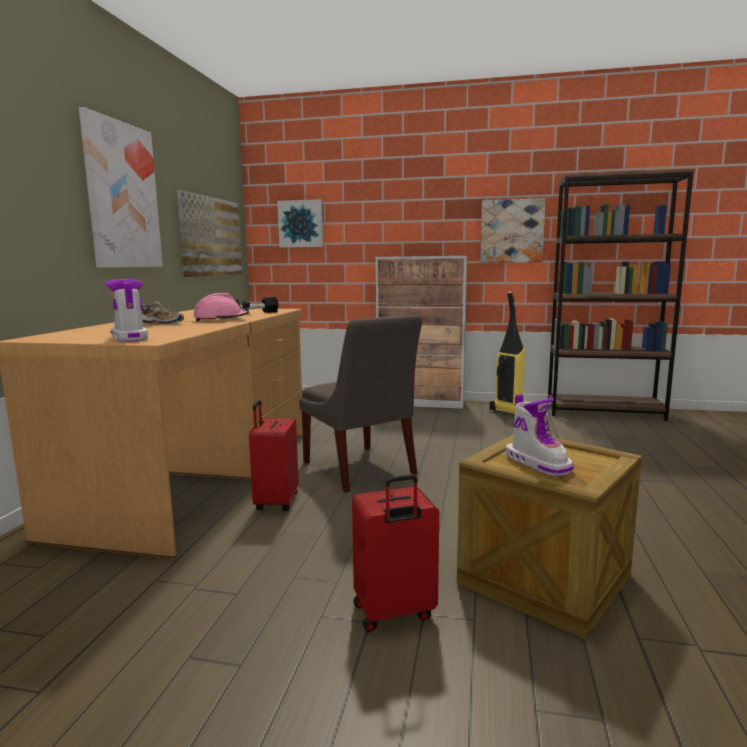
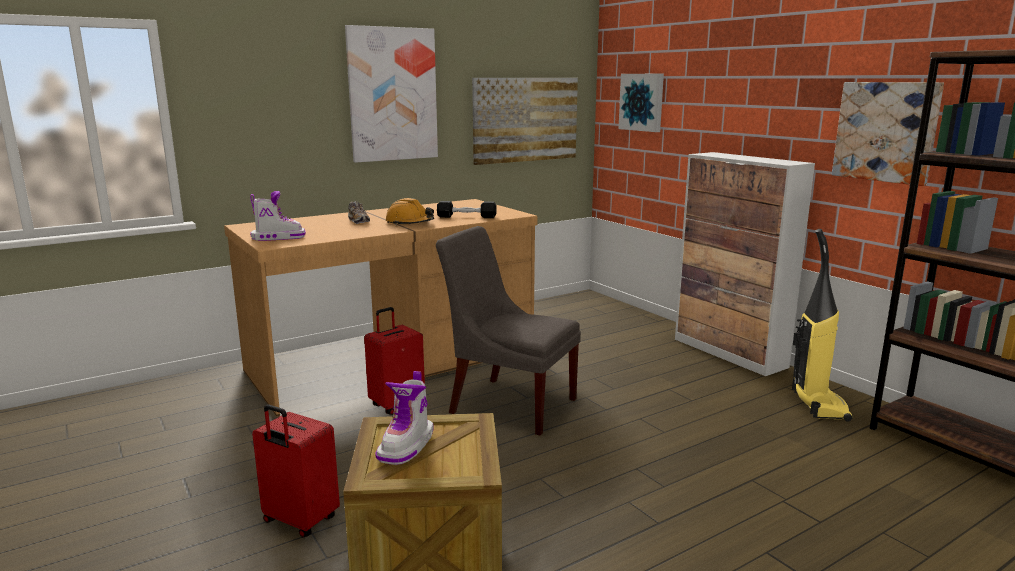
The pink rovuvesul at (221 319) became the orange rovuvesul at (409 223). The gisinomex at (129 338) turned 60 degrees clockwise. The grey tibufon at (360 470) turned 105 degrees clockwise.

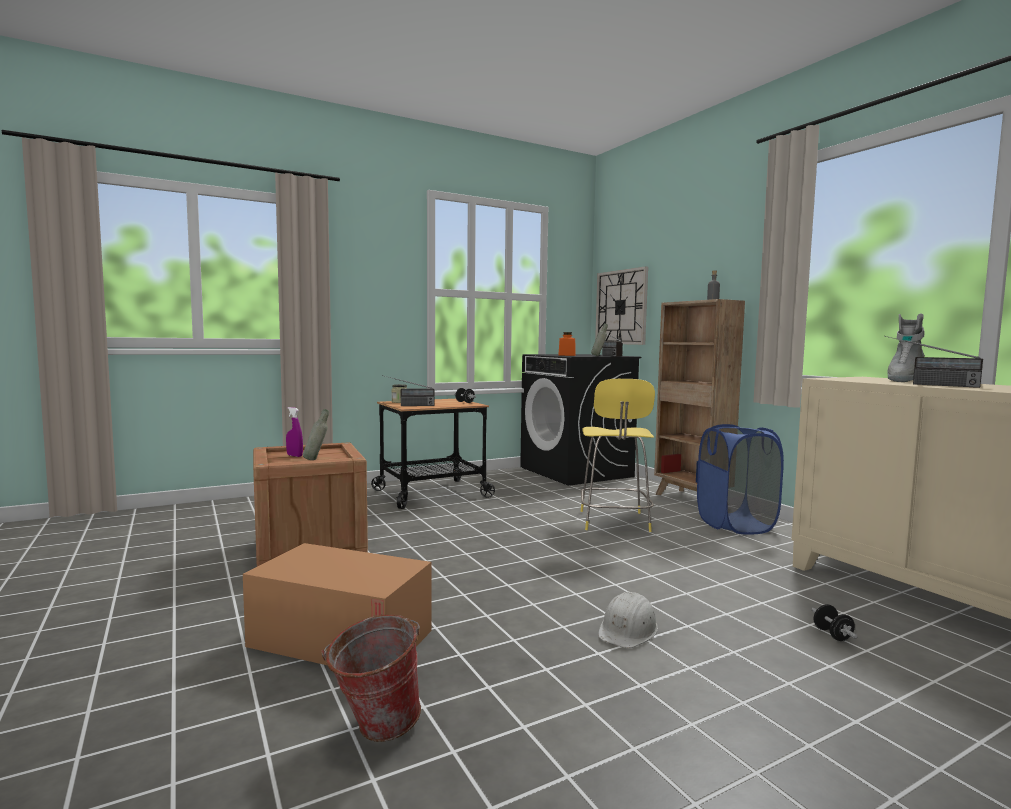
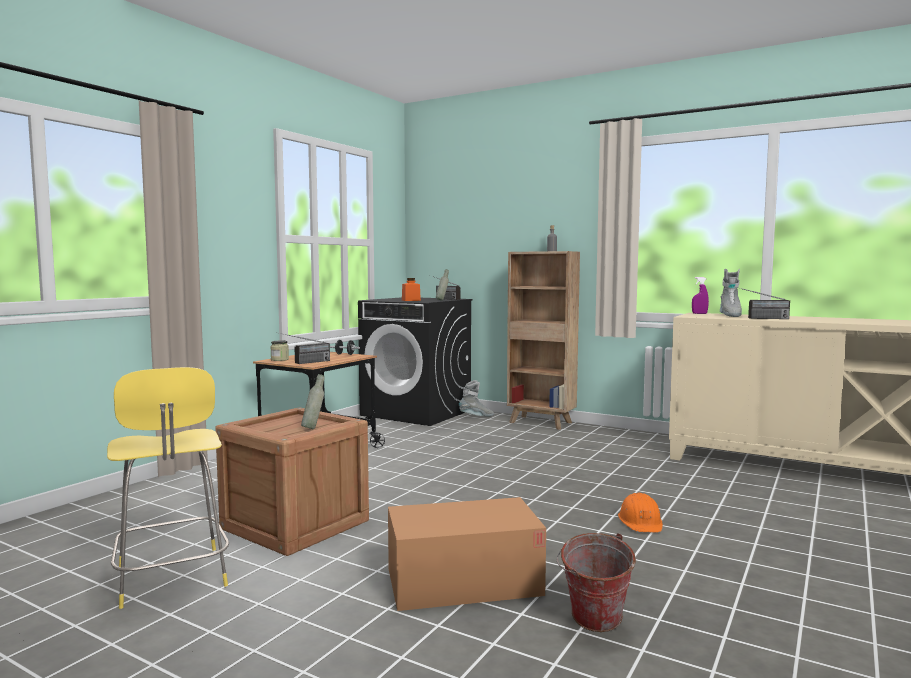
The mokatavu at (621 307) disappeared. The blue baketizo at (735 524) disappeared. The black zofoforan at (832 635) disappeared. The grey gisinomex at (476 417) appeared. The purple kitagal moved from (294 456) to (699 313). The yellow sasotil moved from (614 522) to (172 578). The white rovuvesul at (628 630) became the orange rovuvesul at (641 522).

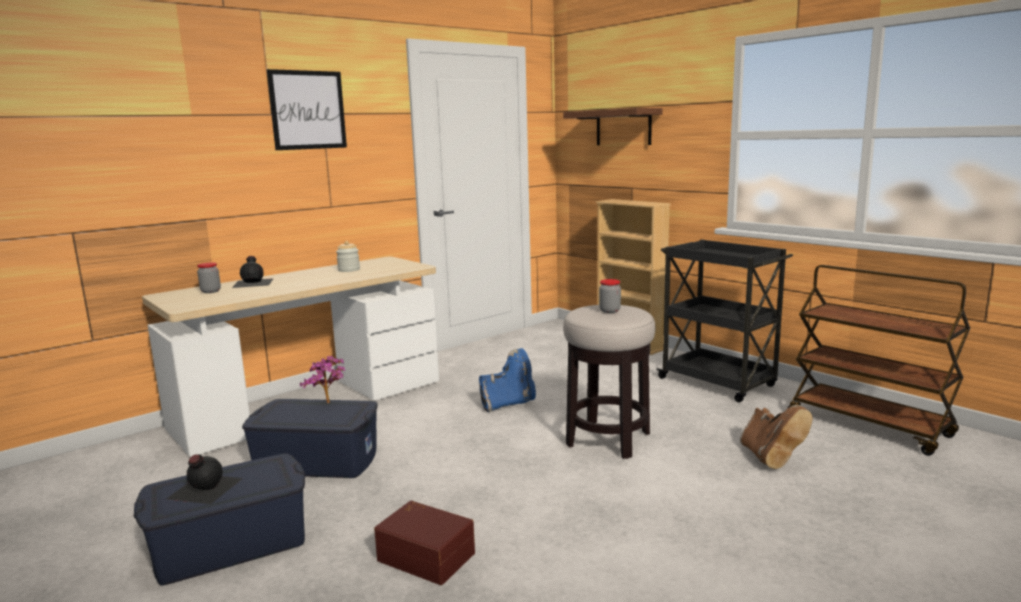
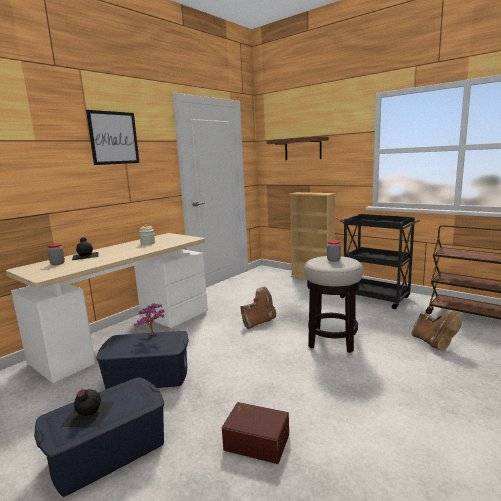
The blue gisinomex at (509 403) became the brown gisinomex at (259 322).

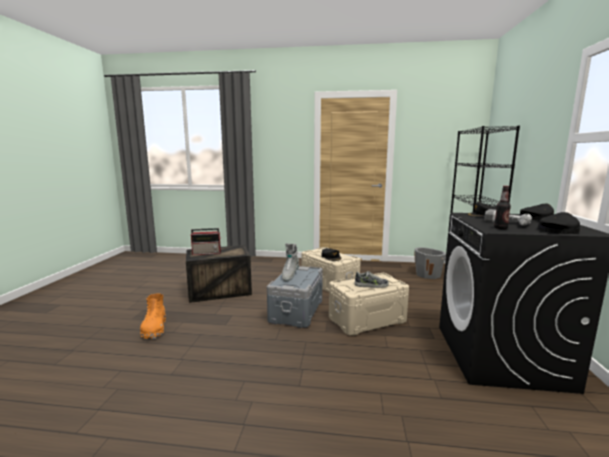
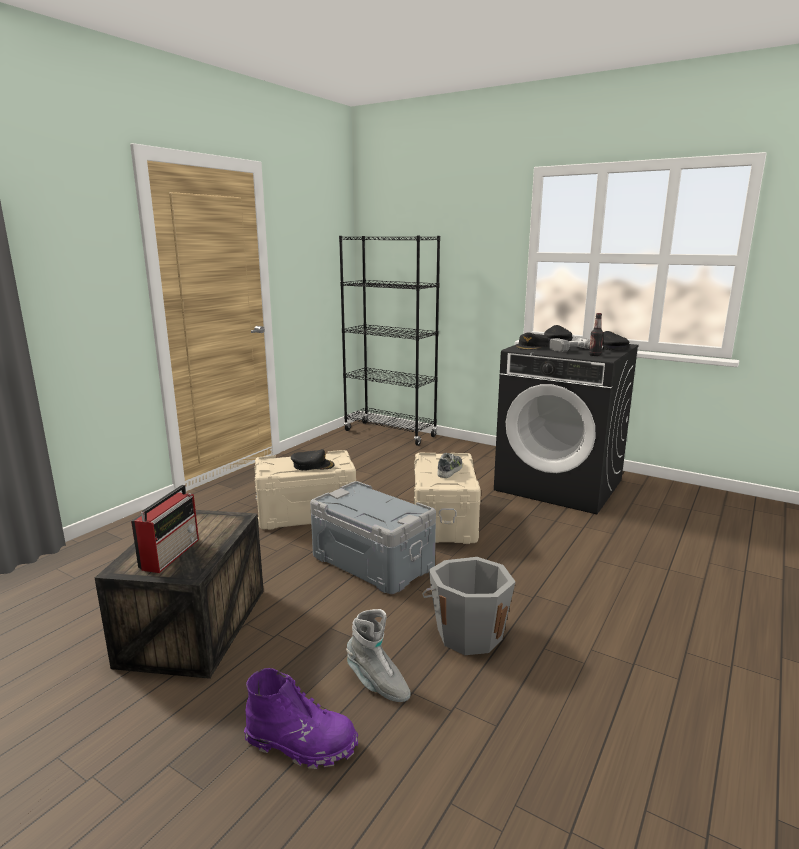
The grey gisinomex moved from (289 276) to (377 684). The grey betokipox moved from (428 274) to (469 633). The orange gisinomex at (154 329) became the purple gisinomex at (301 744).

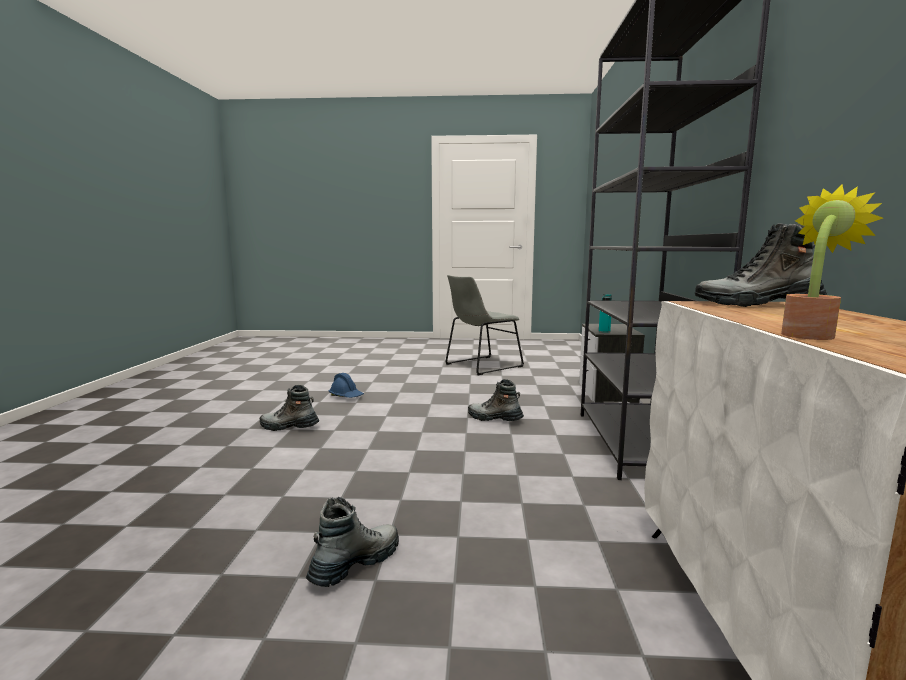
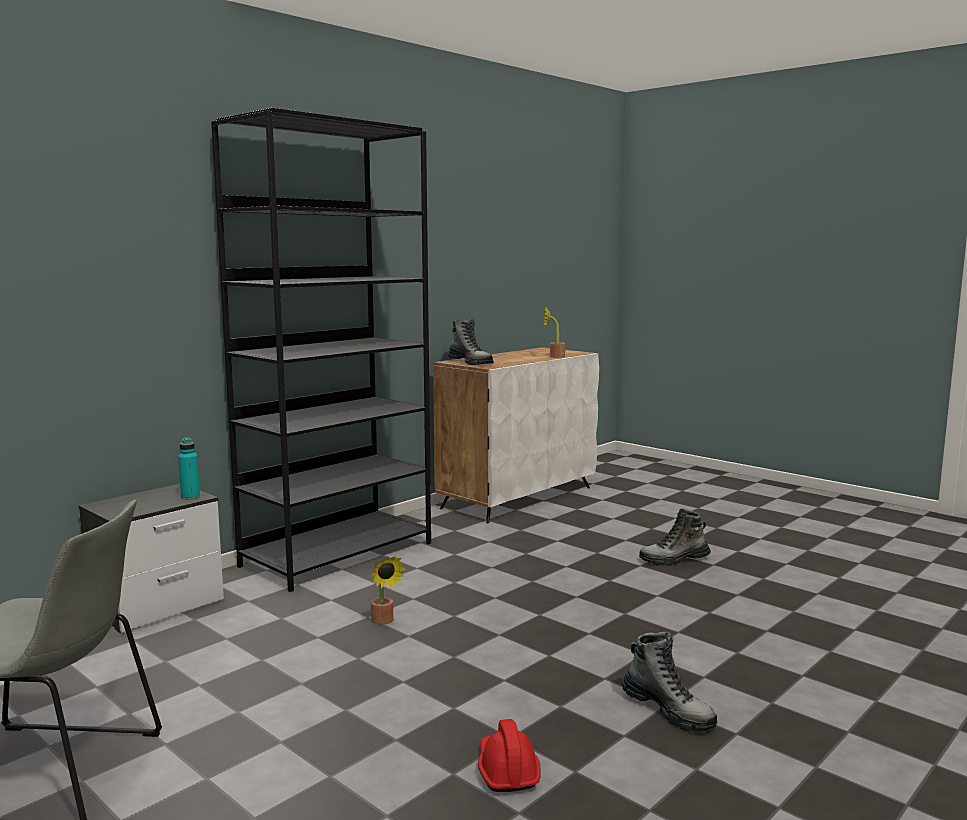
The gisinomex at (494 418) was replaced by the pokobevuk at (384 622). The blue rovuvesul at (346 396) became the red rovuvesul at (507 770).

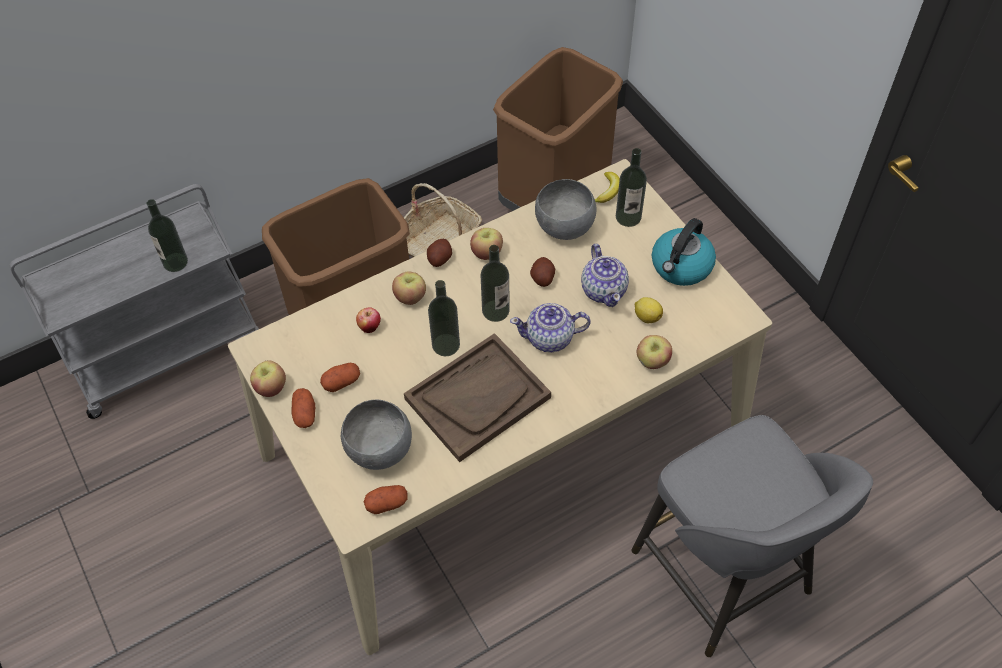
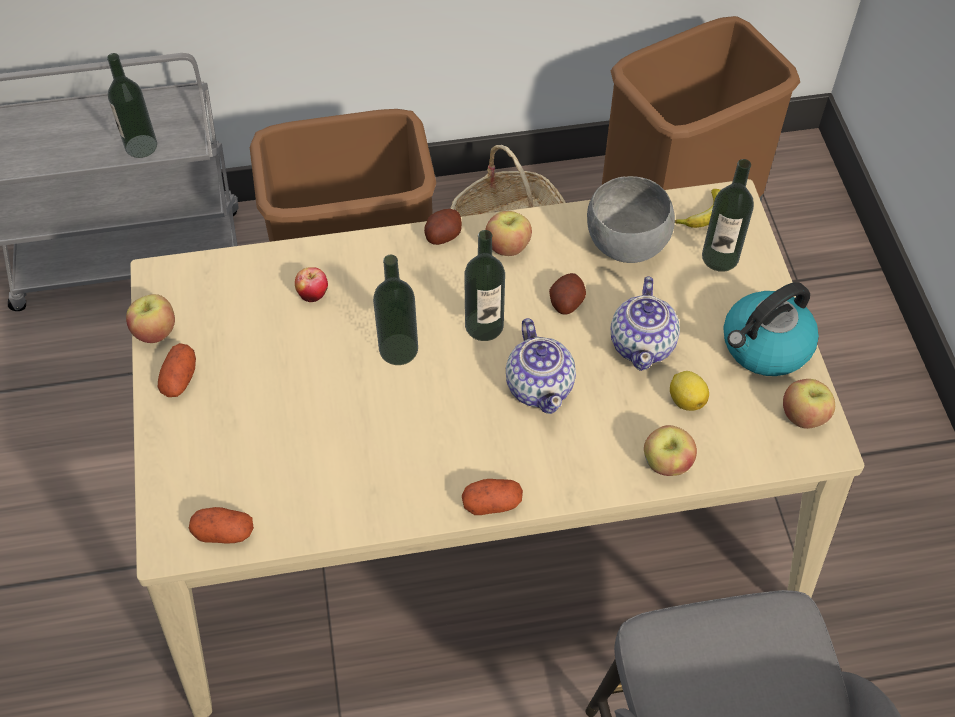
The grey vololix at (379 451) disappeared. The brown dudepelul at (477 398) disappeared. The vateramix moved from (341 382) to (492 503). The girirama moved from (410 297) to (803 415). The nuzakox at (550 338) turned 120 degrees counterclockwise.

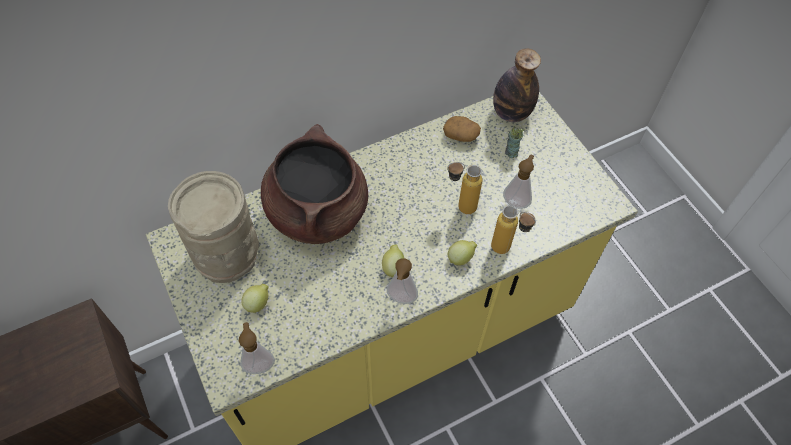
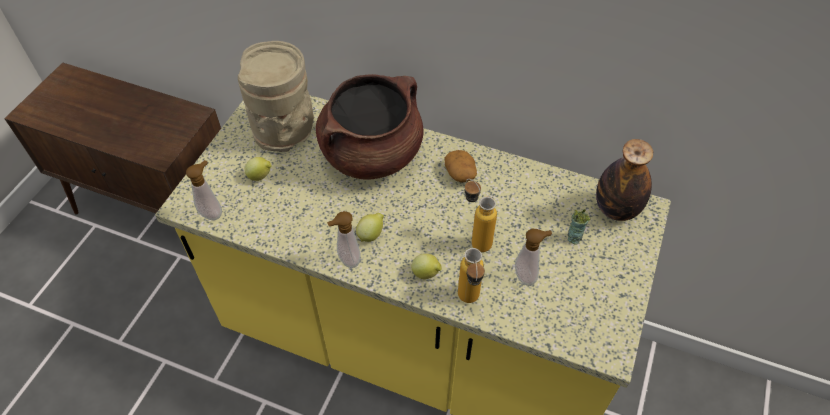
The vateramix moved from (461 135) to (460 173).

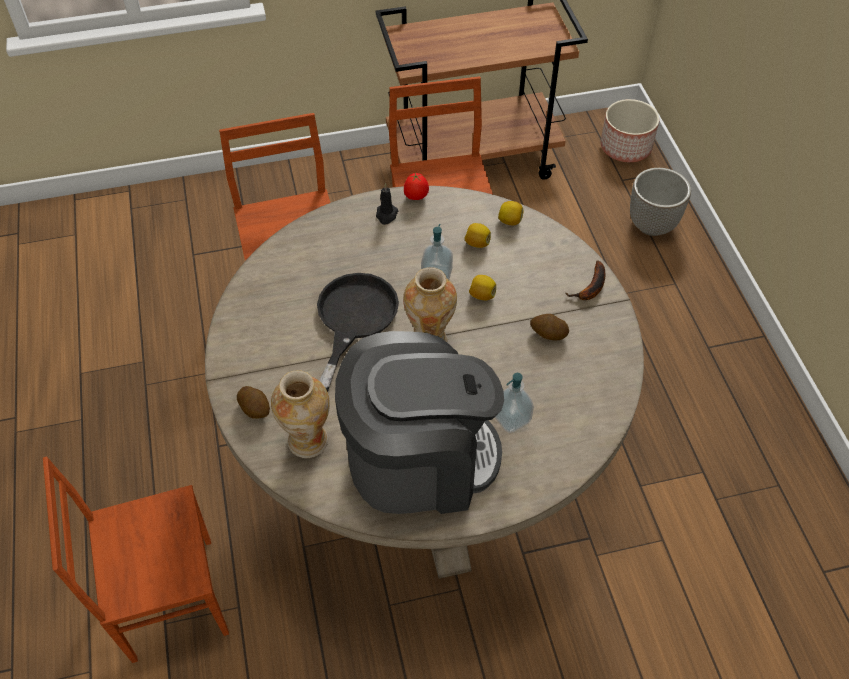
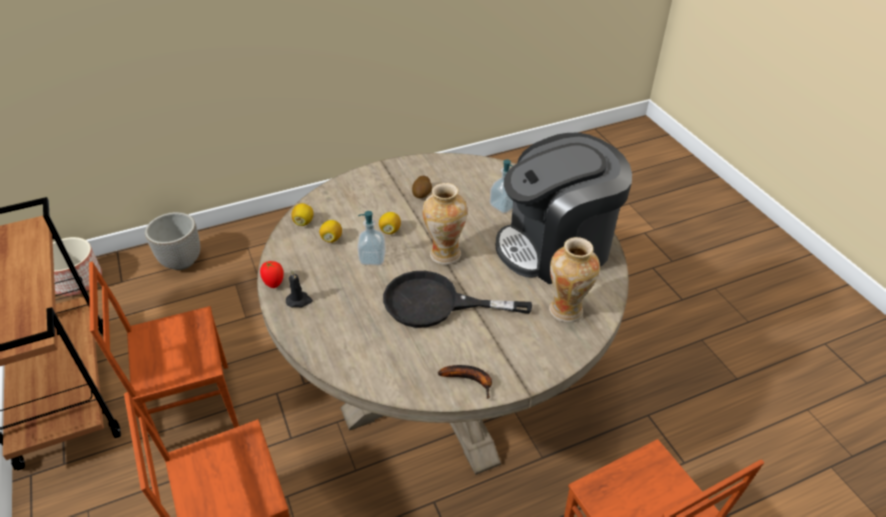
The vateramix at (255 409) disappeared. The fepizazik moved from (591 288) to (470 380). The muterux at (419 459) turned 90 degrees counterclockwise.

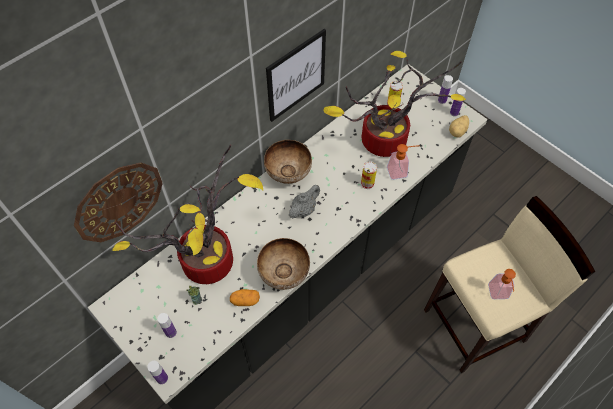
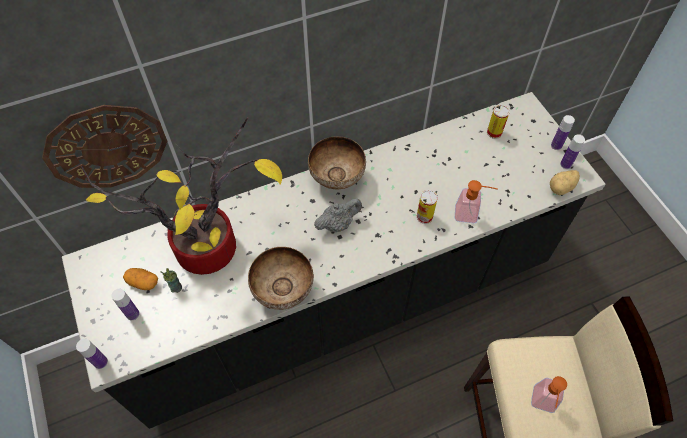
The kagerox at (296 75) disappeared. The pokobevuk at (382 143) disappeared. The vateramix moved from (245 300) to (143 282).

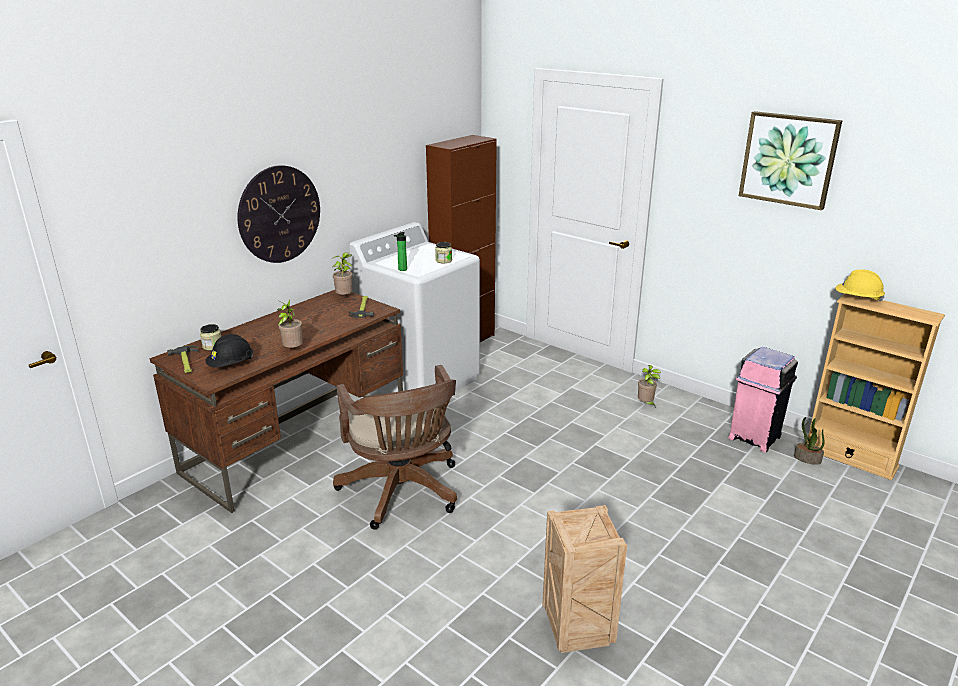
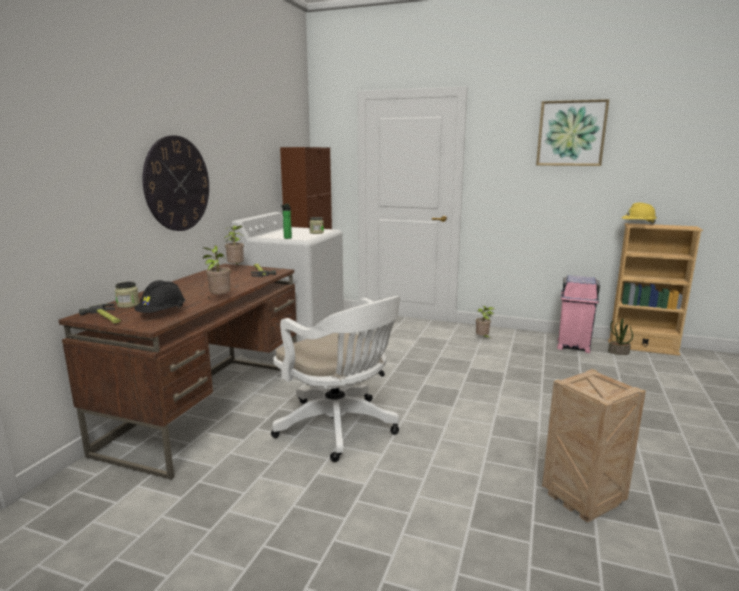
The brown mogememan at (402 493) became the white mogememan at (340 428).

